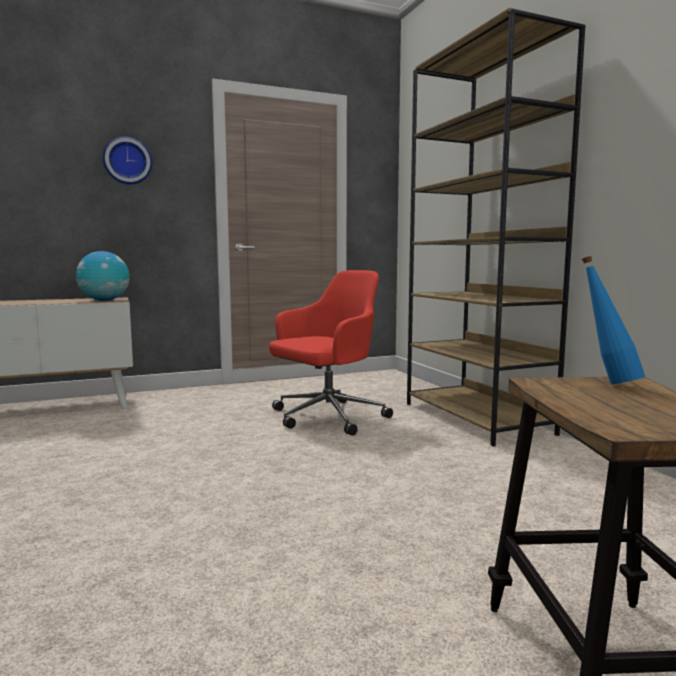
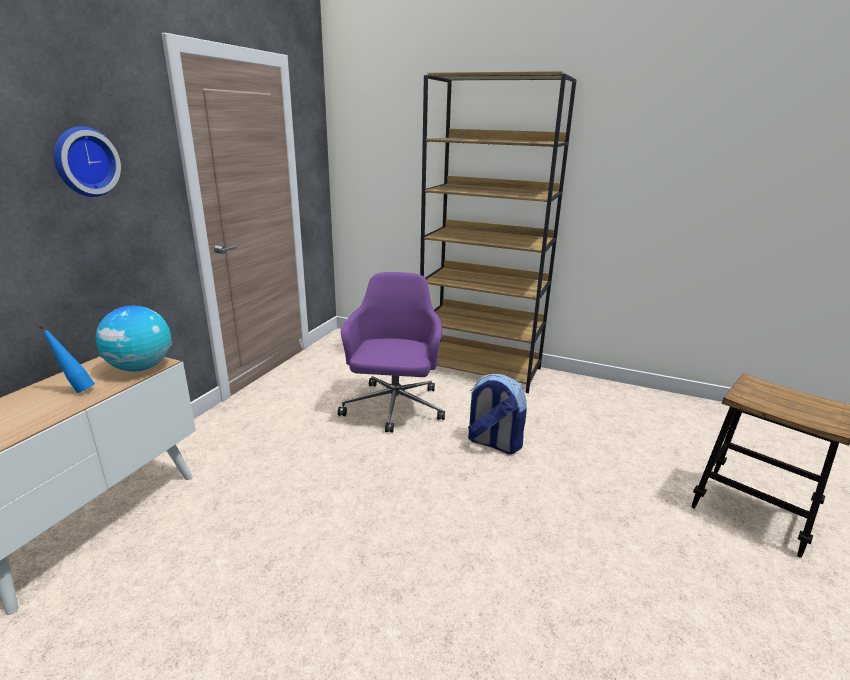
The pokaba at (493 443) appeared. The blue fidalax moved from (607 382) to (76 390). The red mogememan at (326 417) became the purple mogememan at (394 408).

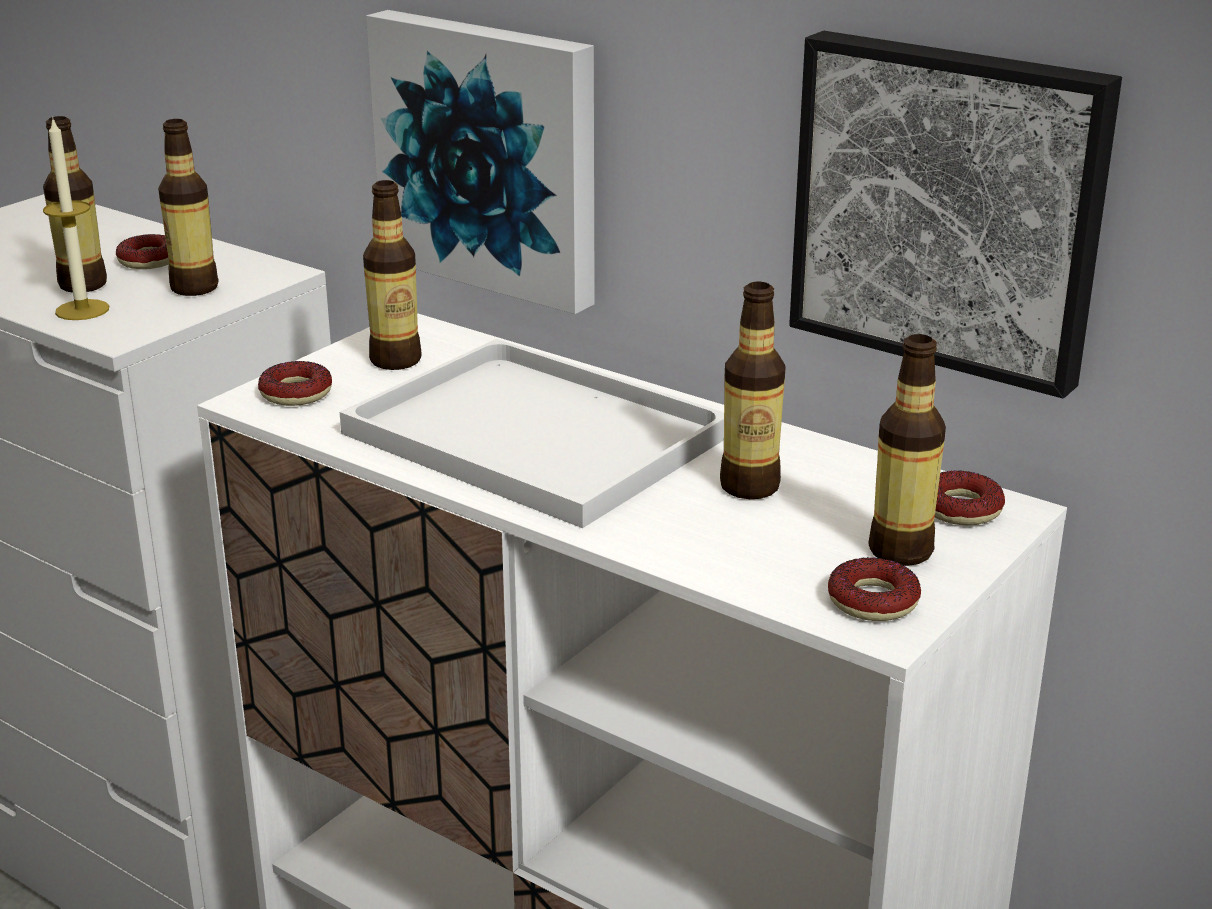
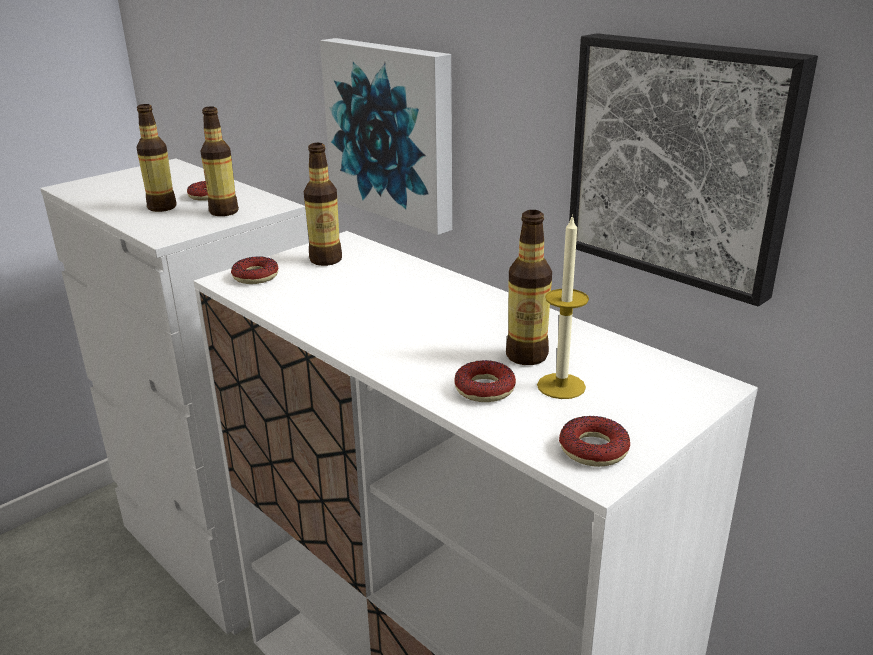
The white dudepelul at (527 434) disappeared. The fidalax at (900 551) disappeared. The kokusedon moved from (82 310) to (561 386). The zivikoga moved from (960 509) to (484 389).

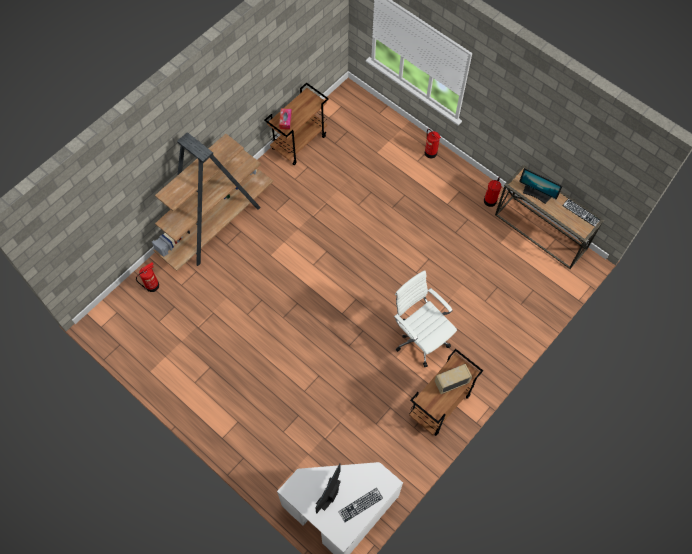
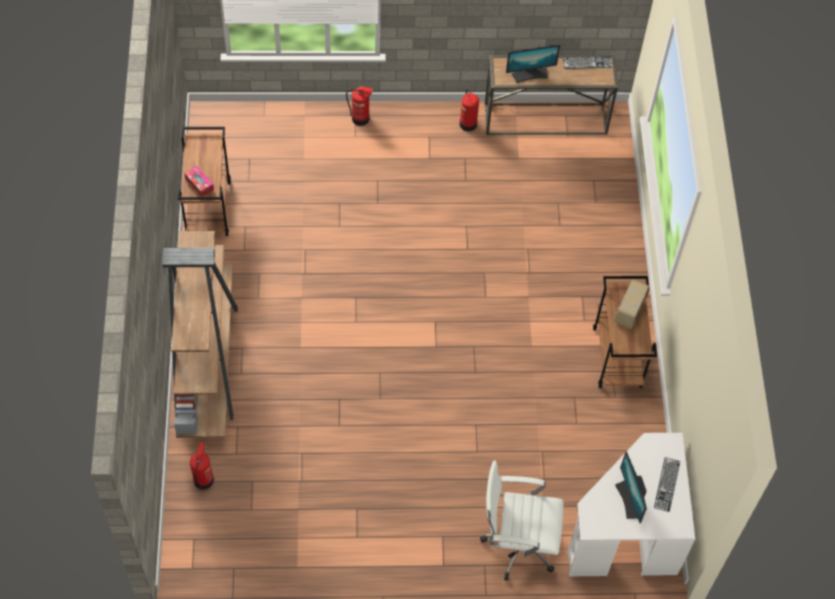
The white mogememan moved from (420 338) to (516 544).

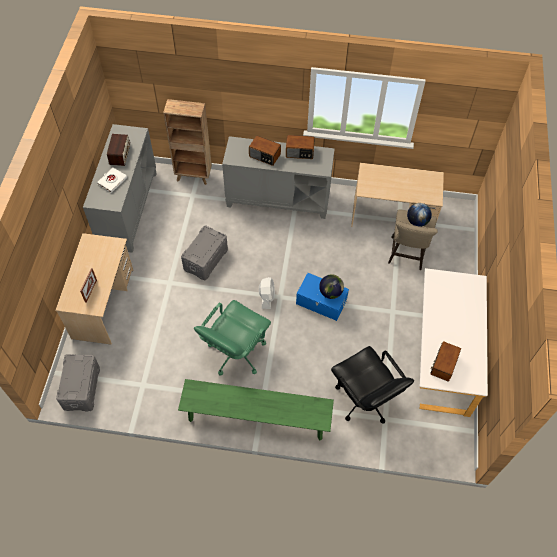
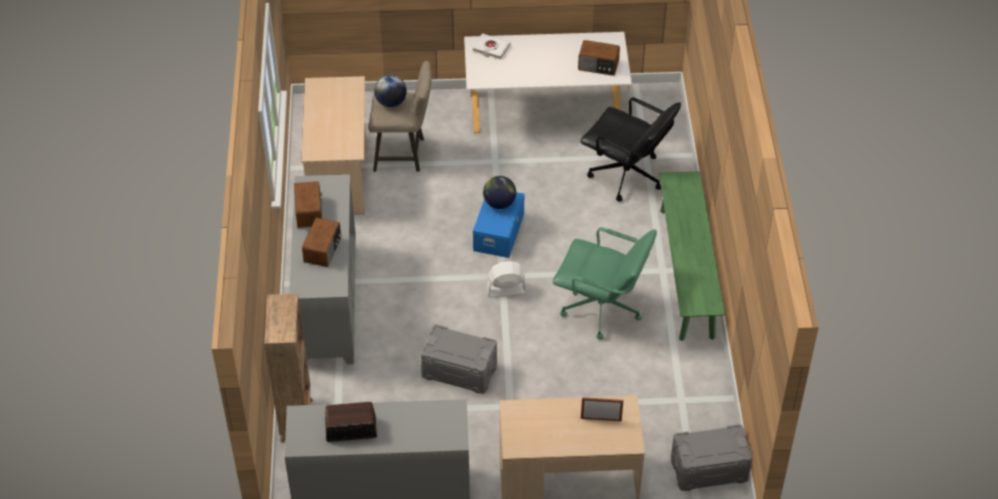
The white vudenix moved from (112 181) to (491 48). The black mogememan at (365 399) turned 75 degrees clockwise.

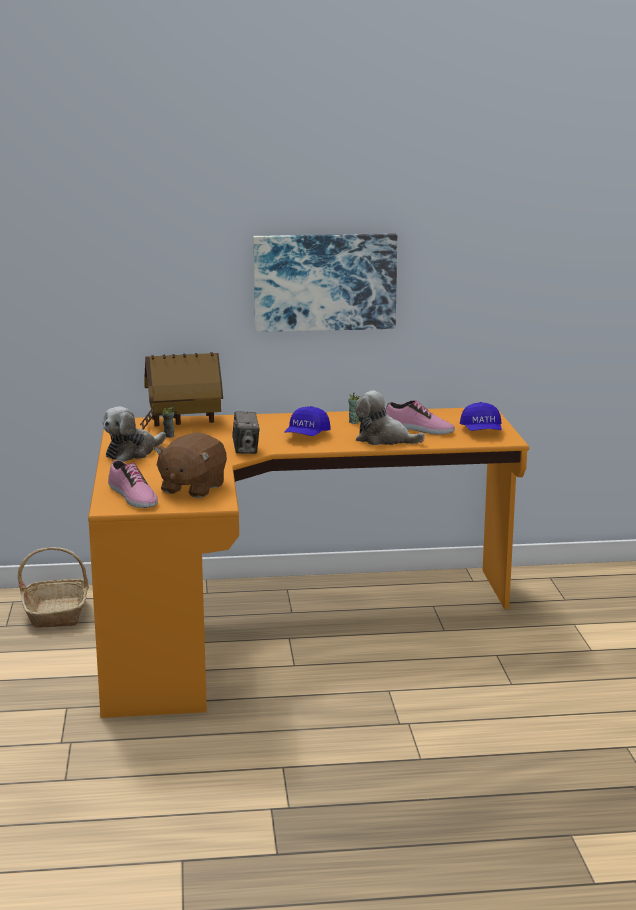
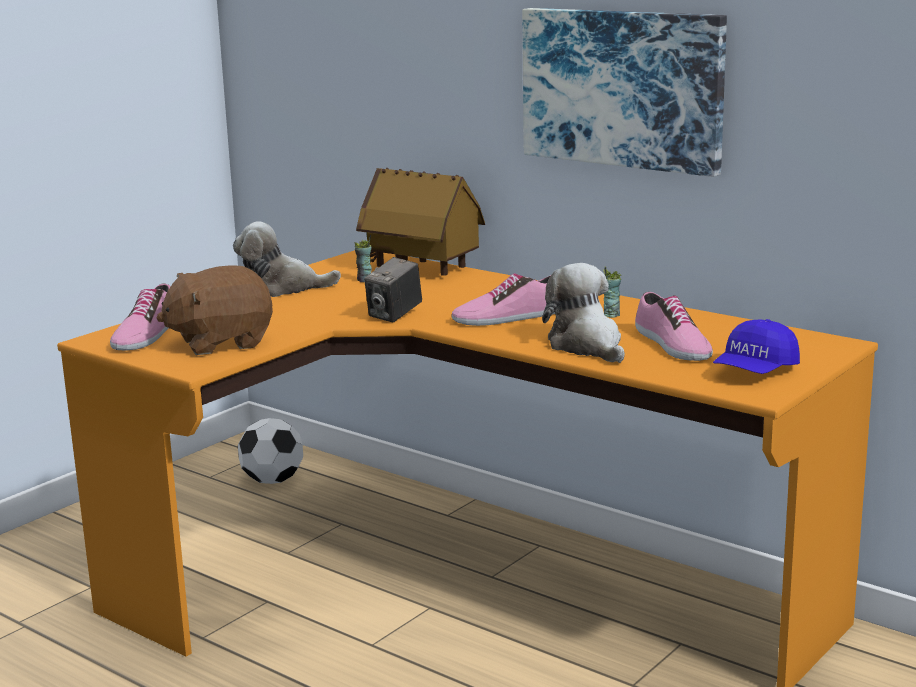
The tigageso at (57 612) was replaced by the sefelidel at (272 480). The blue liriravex at (307 435) was replaced by the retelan at (508 317).

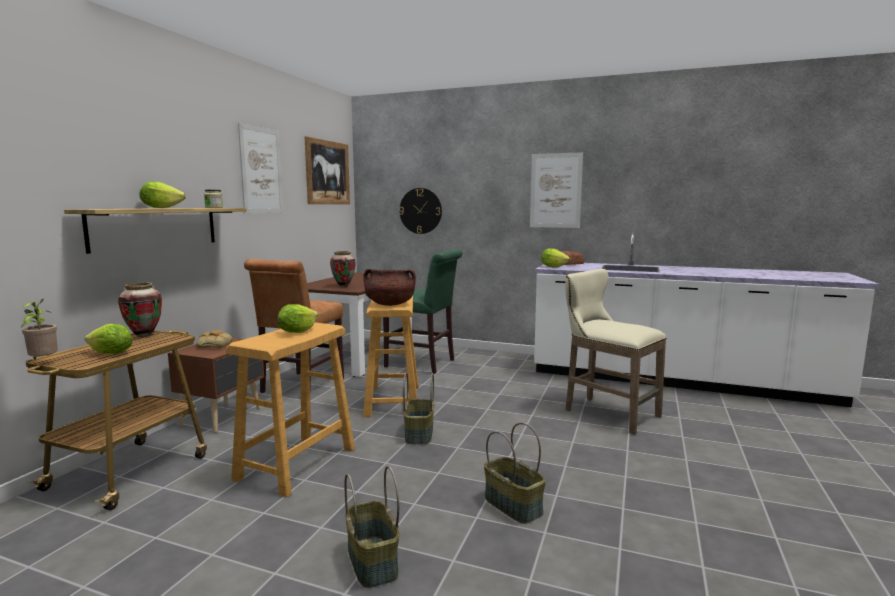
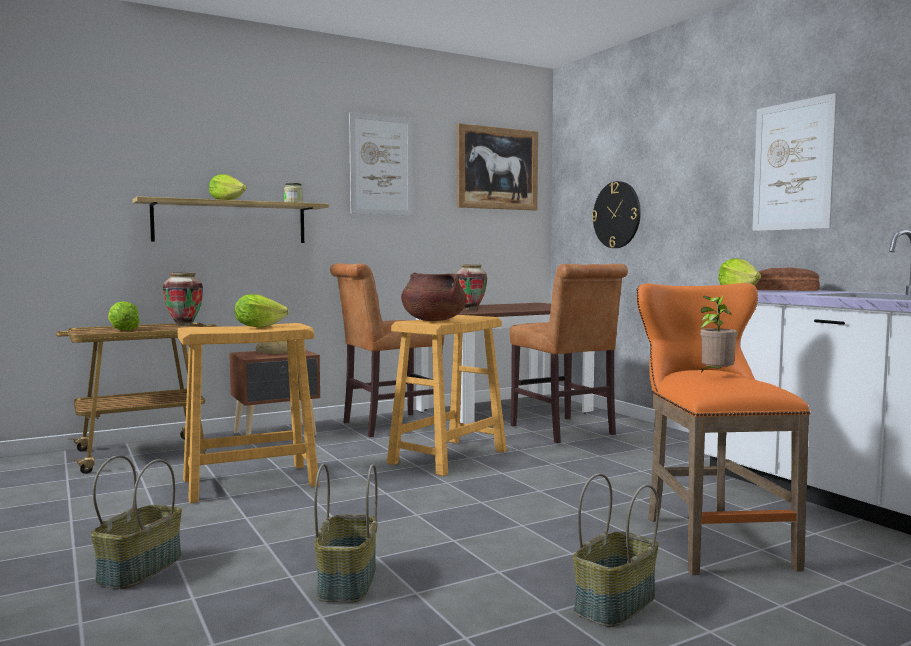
The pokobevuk moved from (43 362) to (715 376). The tigageso moved from (420 434) to (616 605). The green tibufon at (423 364) became the brown tibufon at (565 432). The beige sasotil at (606 412) became the orange sasotil at (710 539).

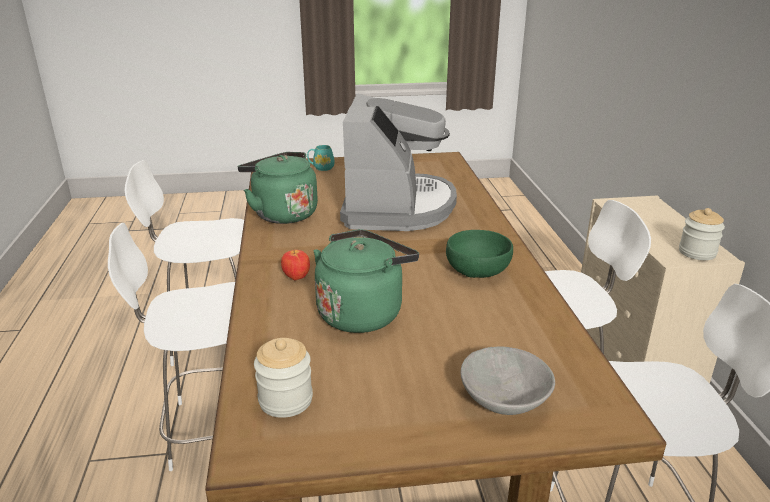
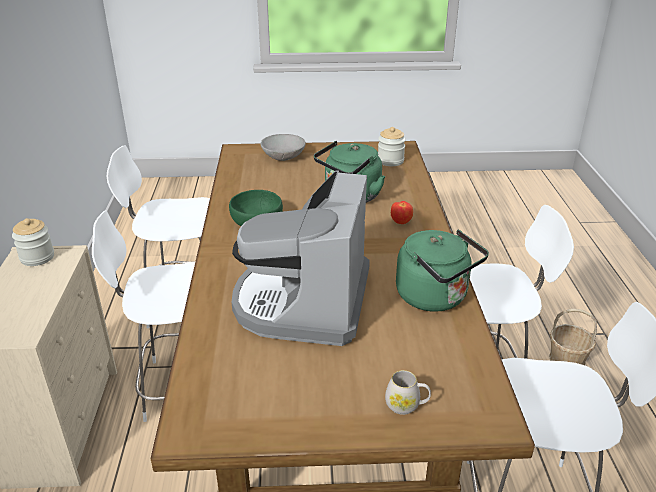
The tigageso at (567 359) appeared. The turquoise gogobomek at (321 168) became the white gogobomek at (406 405).

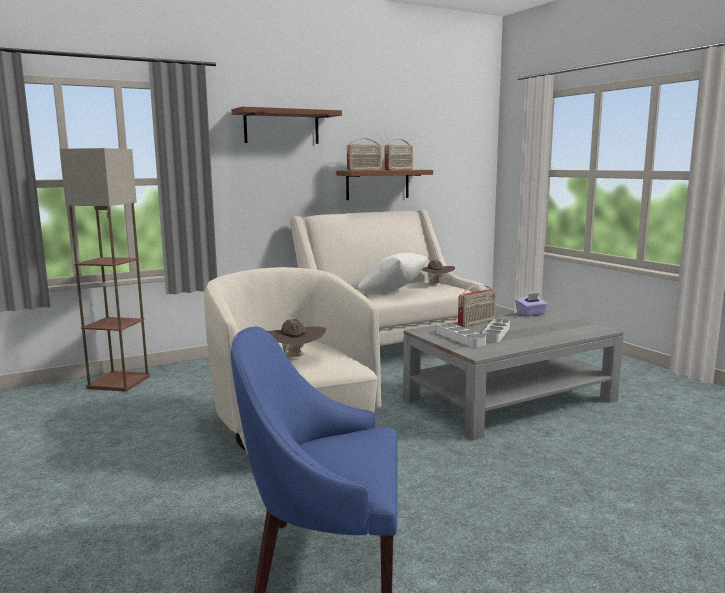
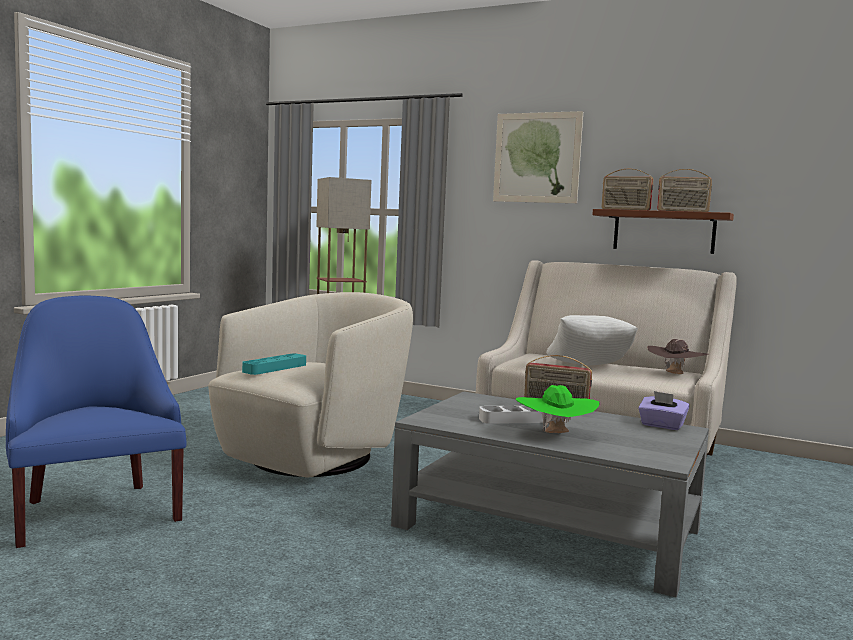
The grey dudepelul at (460 338) disappeared. The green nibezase at (555 435) appeared. The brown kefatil at (281 127) was replaced by the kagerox at (537 157). The brown nibezase at (294 358) was replaced by the turquoise dudepelul at (275 368).

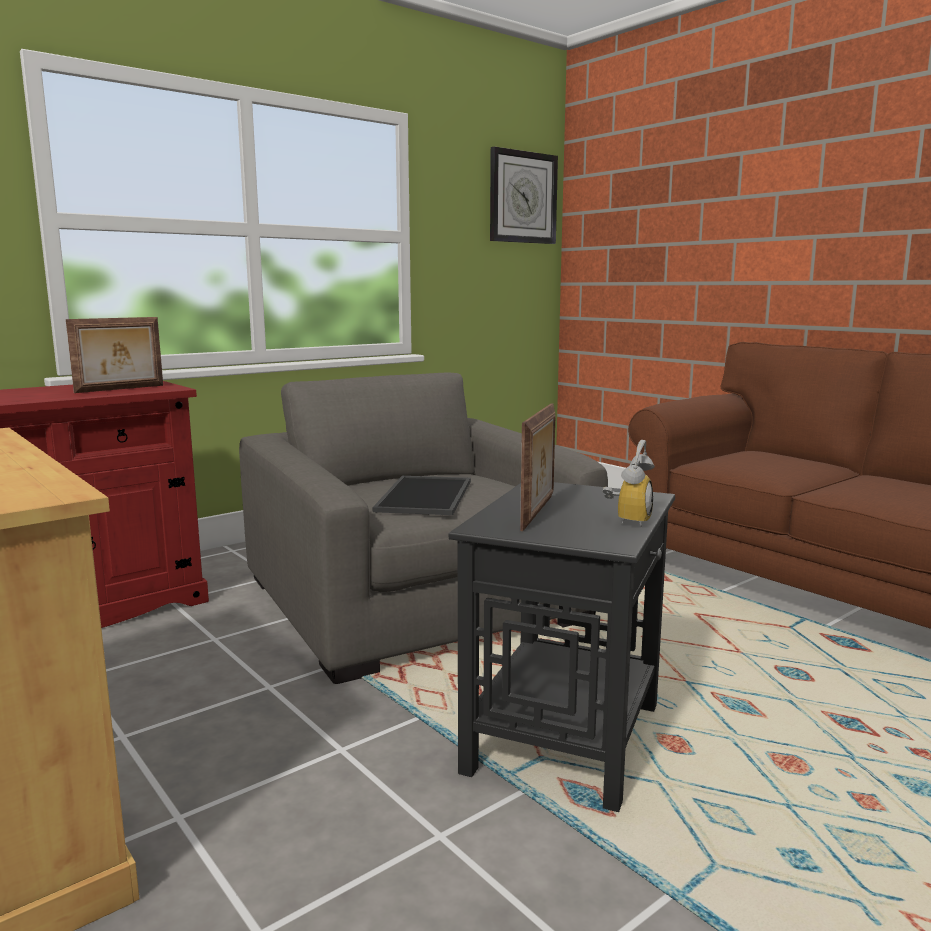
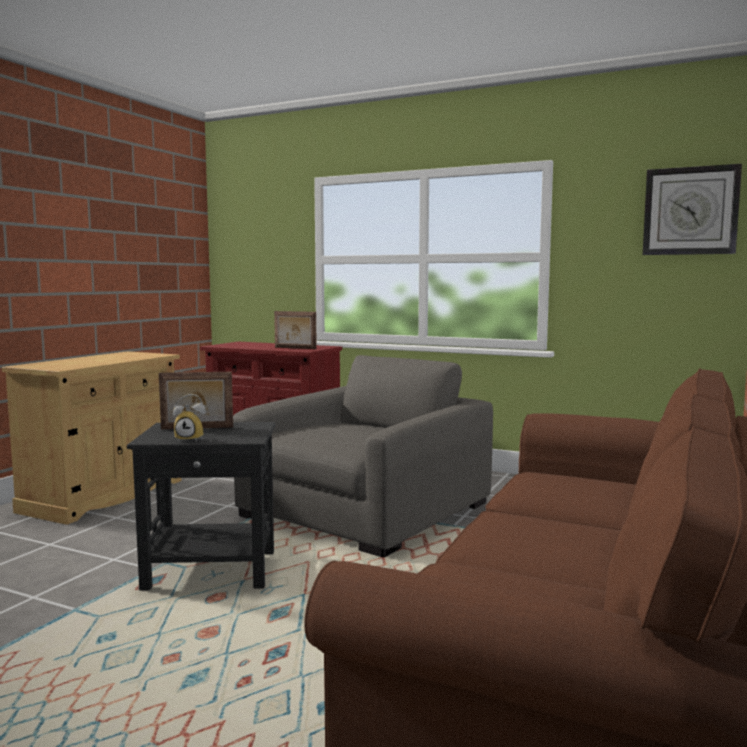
The dudepelul at (427 496) disappeared.

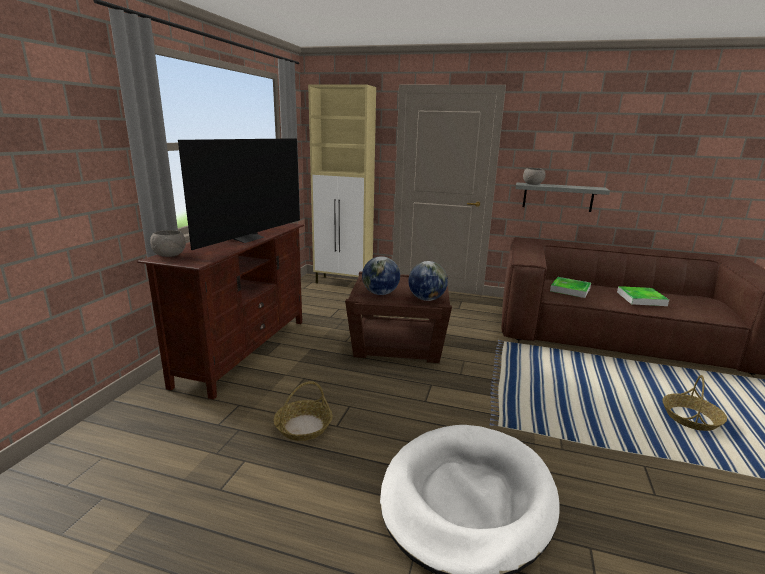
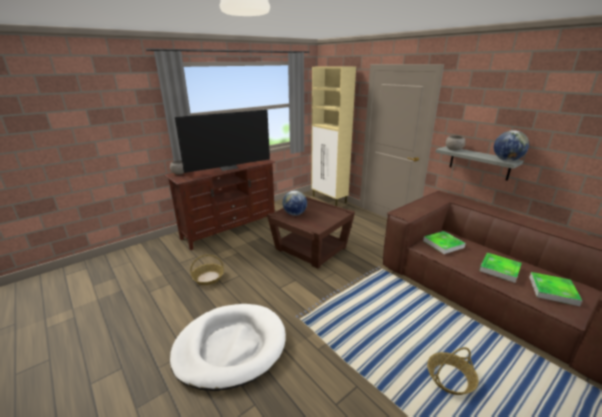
The dudepelul at (553 290) appeared. The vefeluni moved from (426 299) to (507 160).

